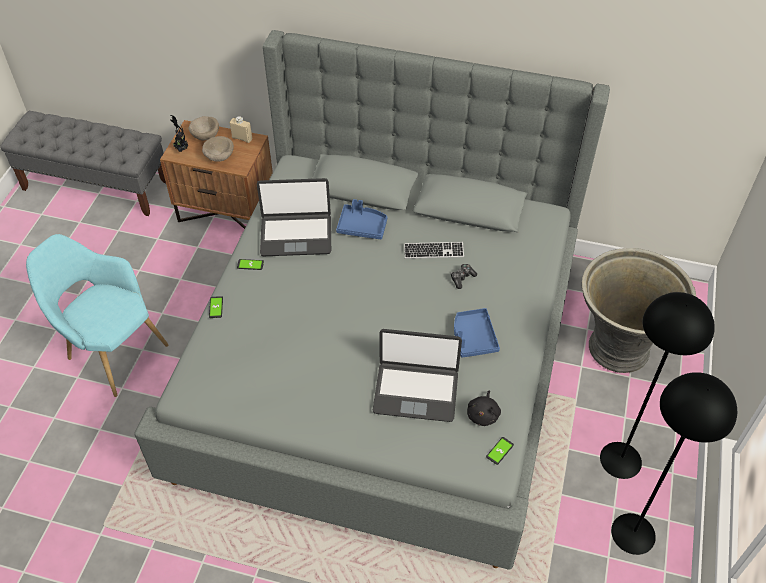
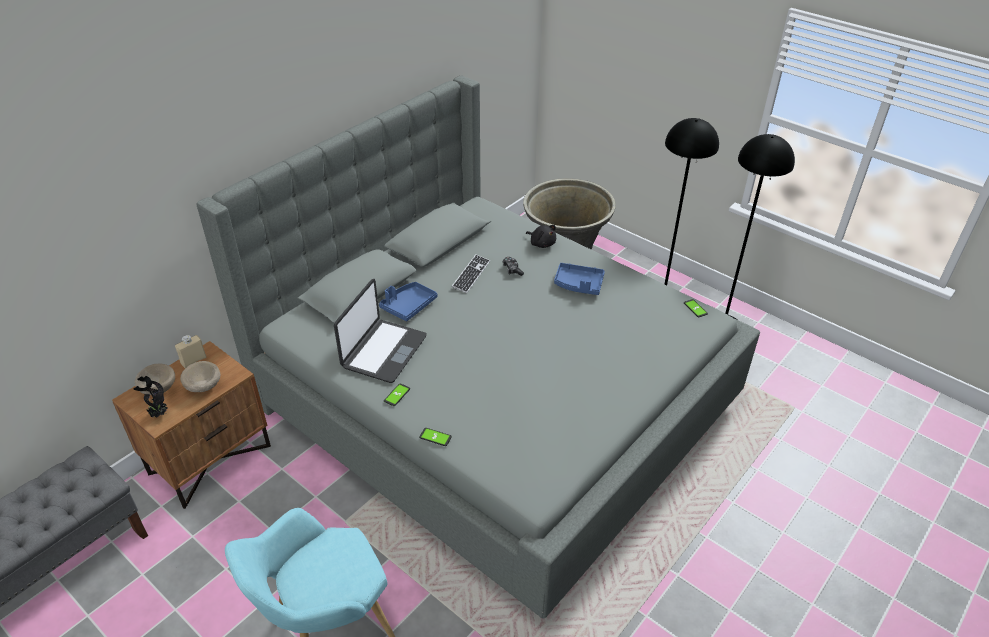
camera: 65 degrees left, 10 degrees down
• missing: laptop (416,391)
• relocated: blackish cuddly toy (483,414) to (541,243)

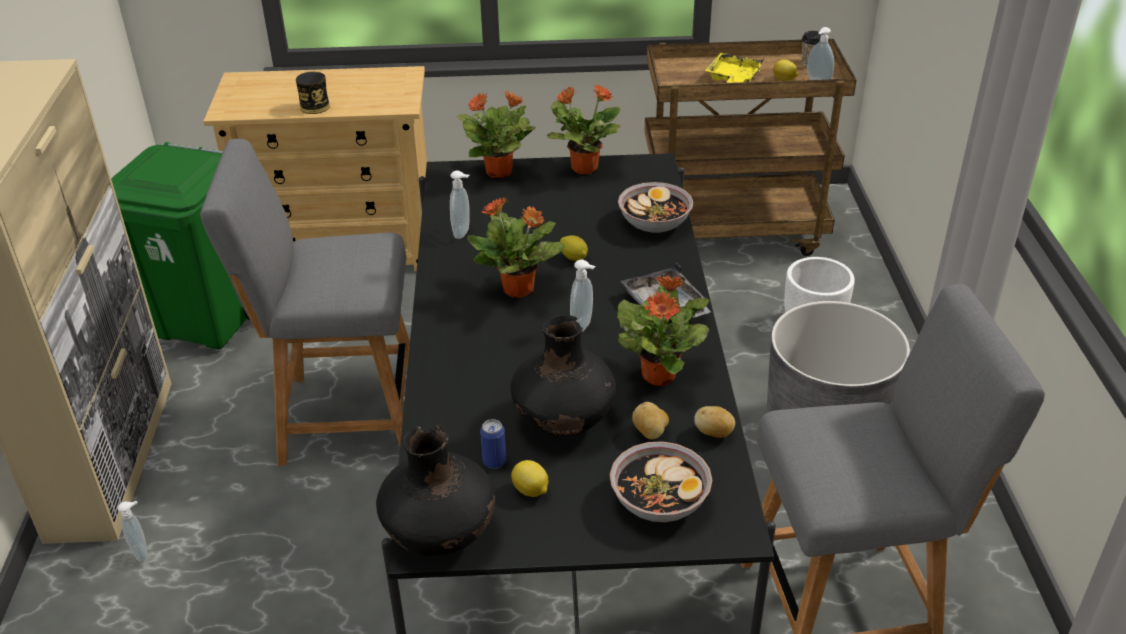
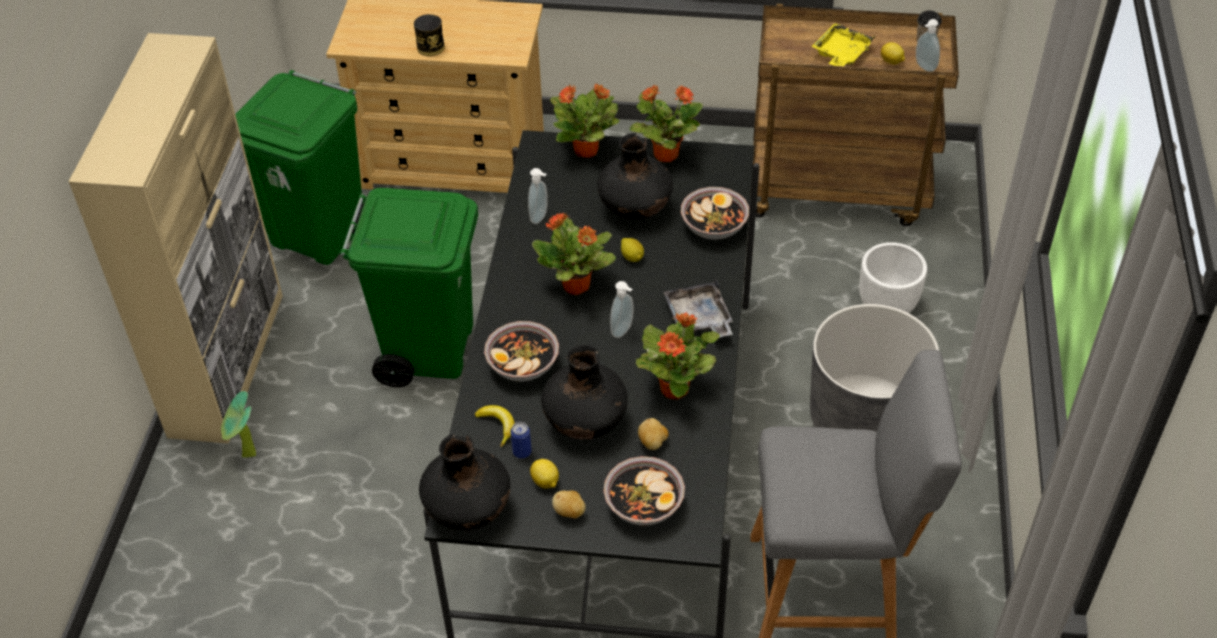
camera: 10 degrees right, 10 degrees up
• exchanged: liquid soap bottle (142,552) to plant in a pot (248,457)
• exchanged: grey chair (342,417) to green-coloured trash can (429,349)
• relocated: potato (713,433) to (569,512)
• appeared: banana (498,426)
• appeared: bowl (523,365)
• appeared: blackish decorative vase (635,208)

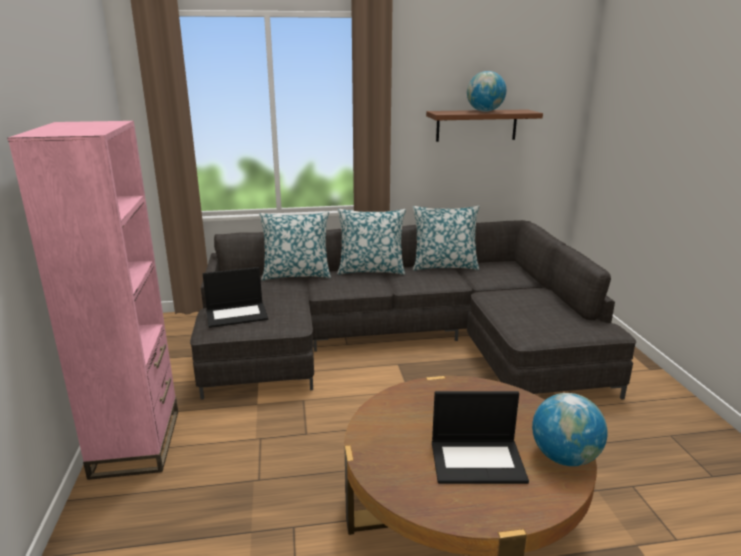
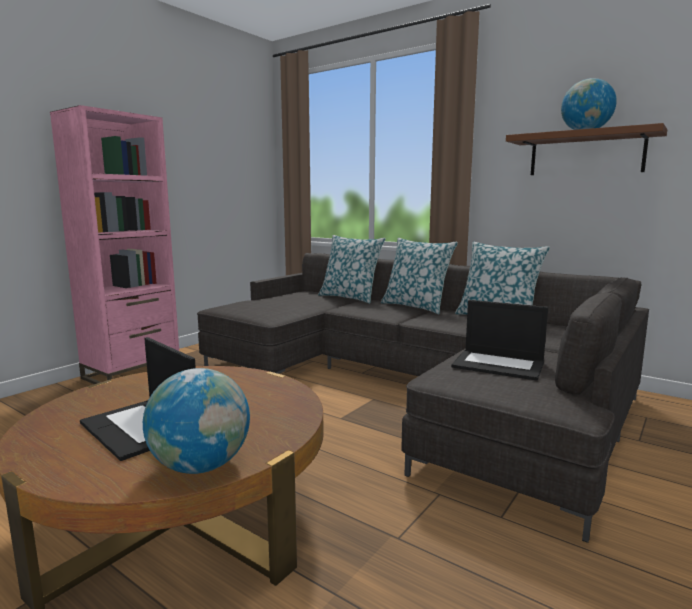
camera: 45 degrees right, 10 degrees down
• relocated: laptop (237,314) to (499,364)

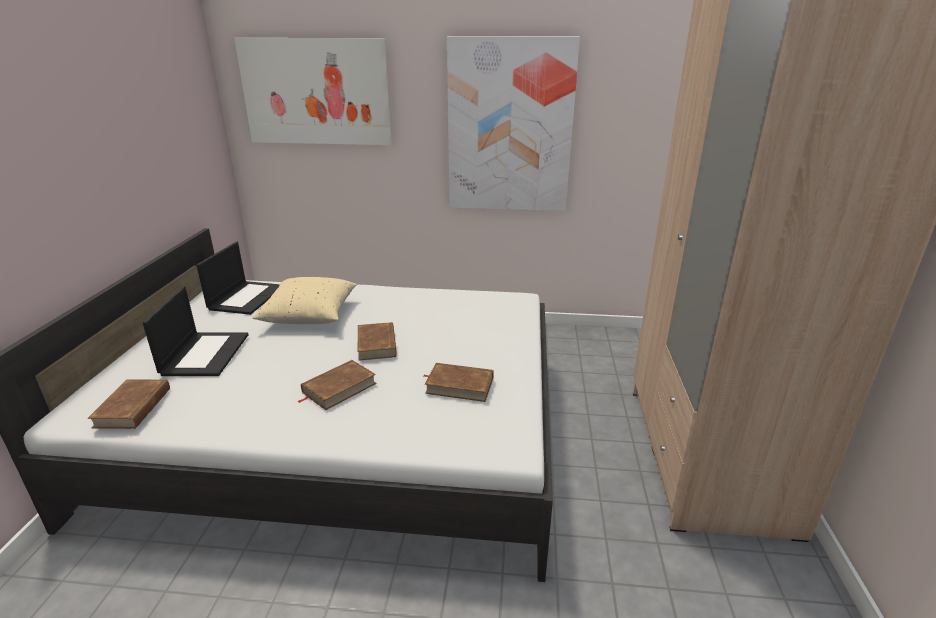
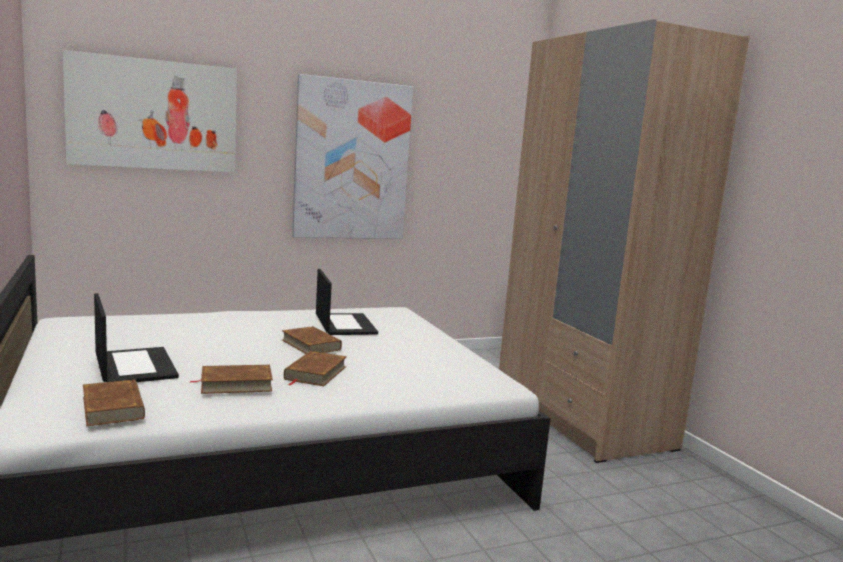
camera: 30 degrees left, 15 degrees down
• relocated: laptop (246,297) to (344,324)
• missing: sand-coloured throw pillow (310,316)
• relocated: brownish bound book (459,385) to (236,384)

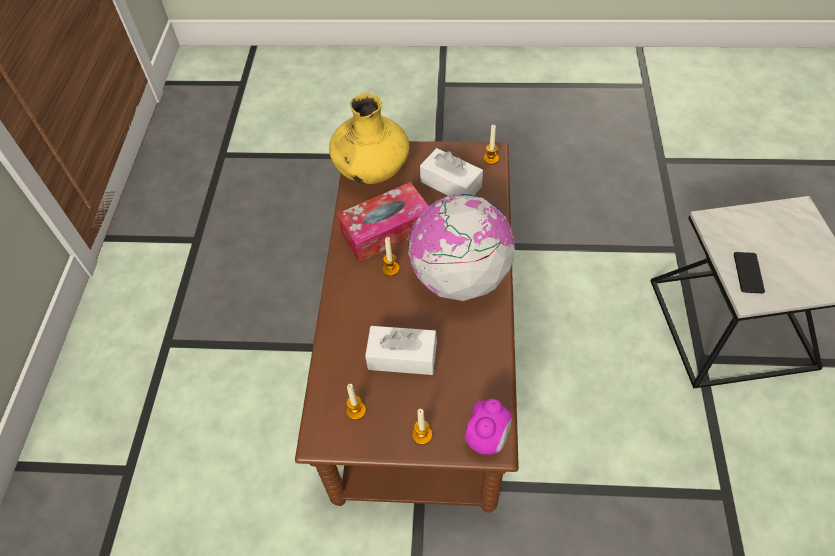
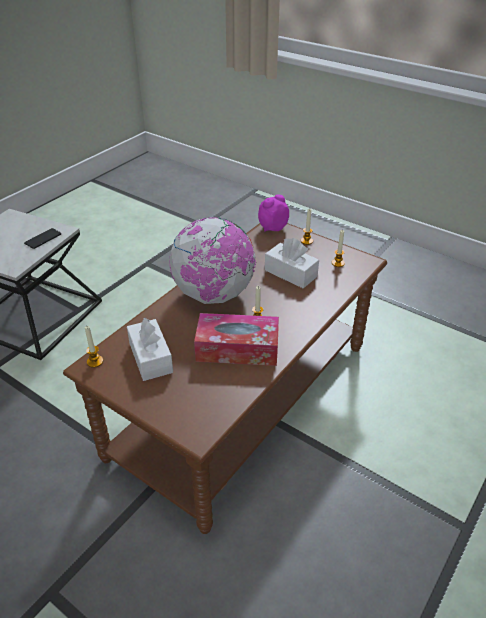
camera: 150 degrees left, 15 degrees down
• missing: yellow decorative vase (371,171)

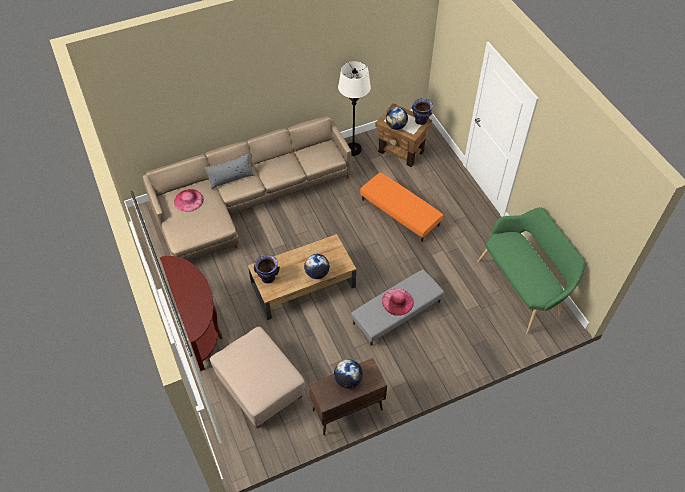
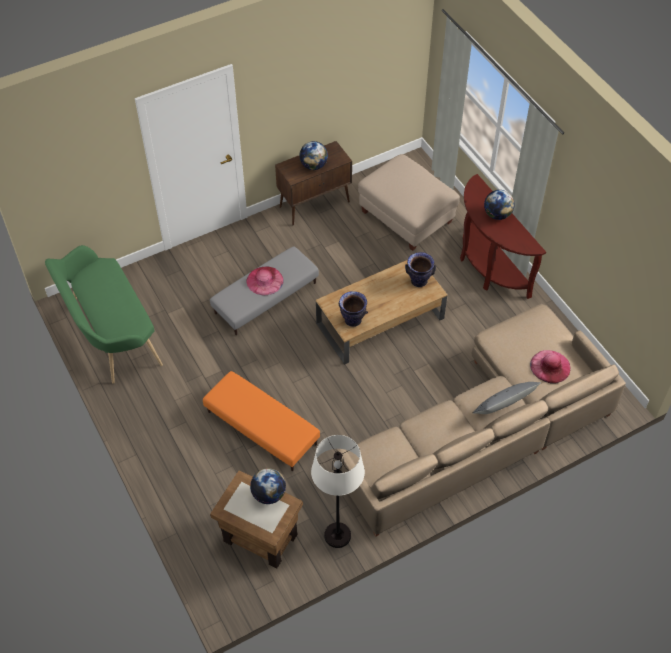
camera: 175 degrees right, 0 degrees up
• relocated: world globe (317,273) to (497,215)
• relocated: decorative vase (420,121) to (353,320)

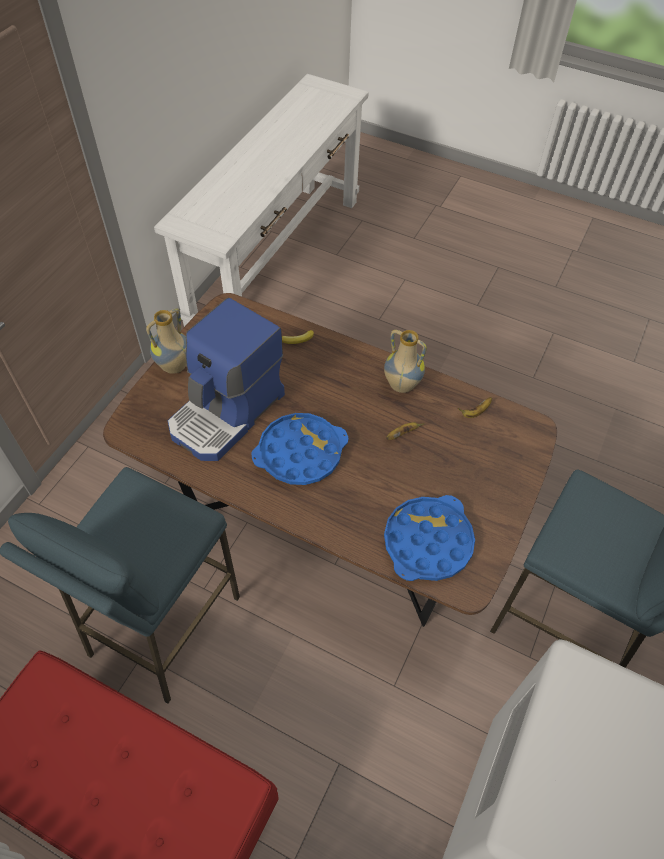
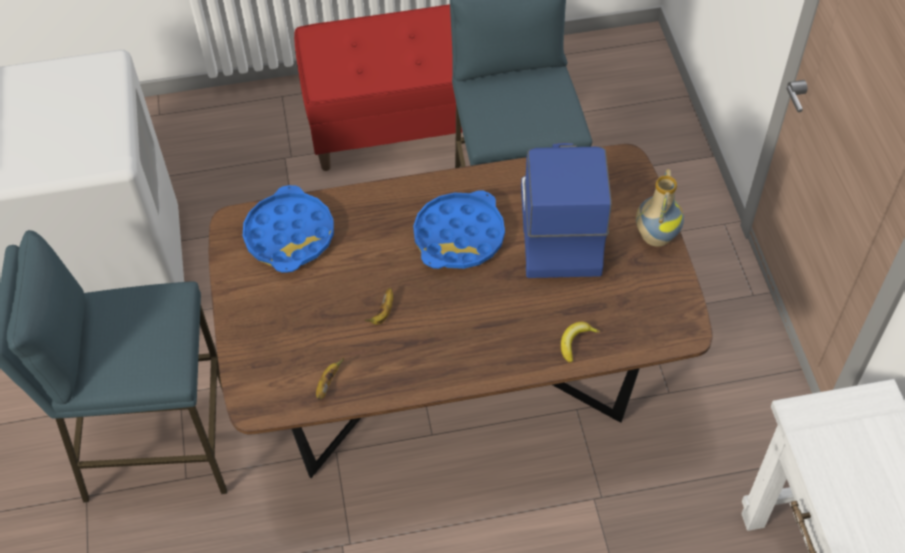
camera: 145 degrees right, 0 degrees up
• missing: decorative vase (401,385)

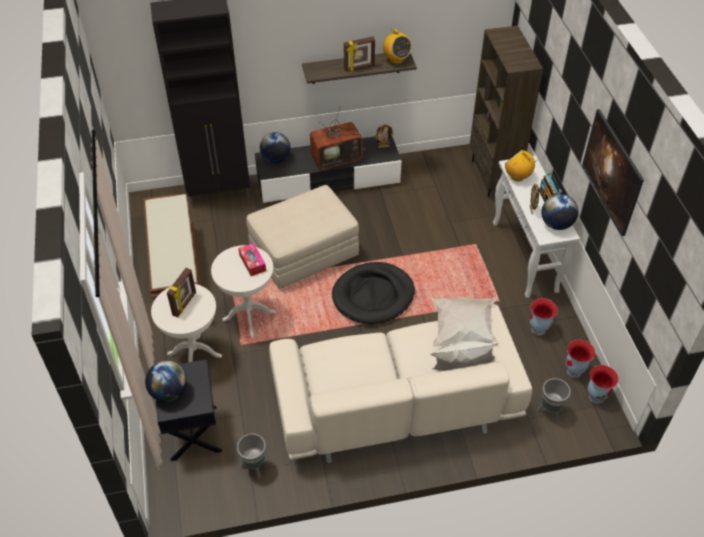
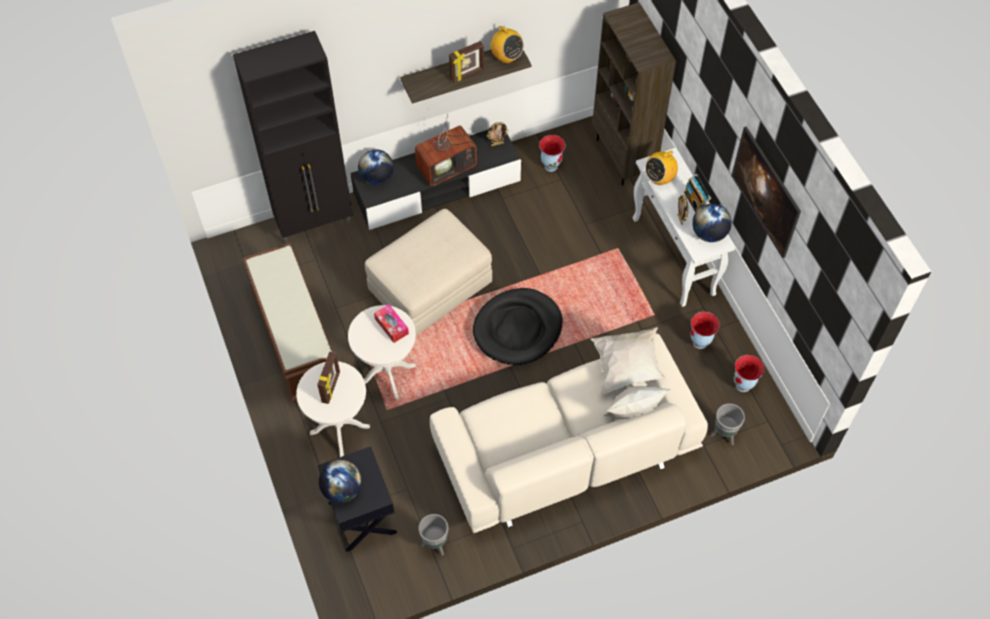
camera: 10 degrees left, 10 degrees up
• spun: radio (517,176) = (659,178) 75 degrees counterclockwise
• relocated: decorative vase (596,397) to (551,165)

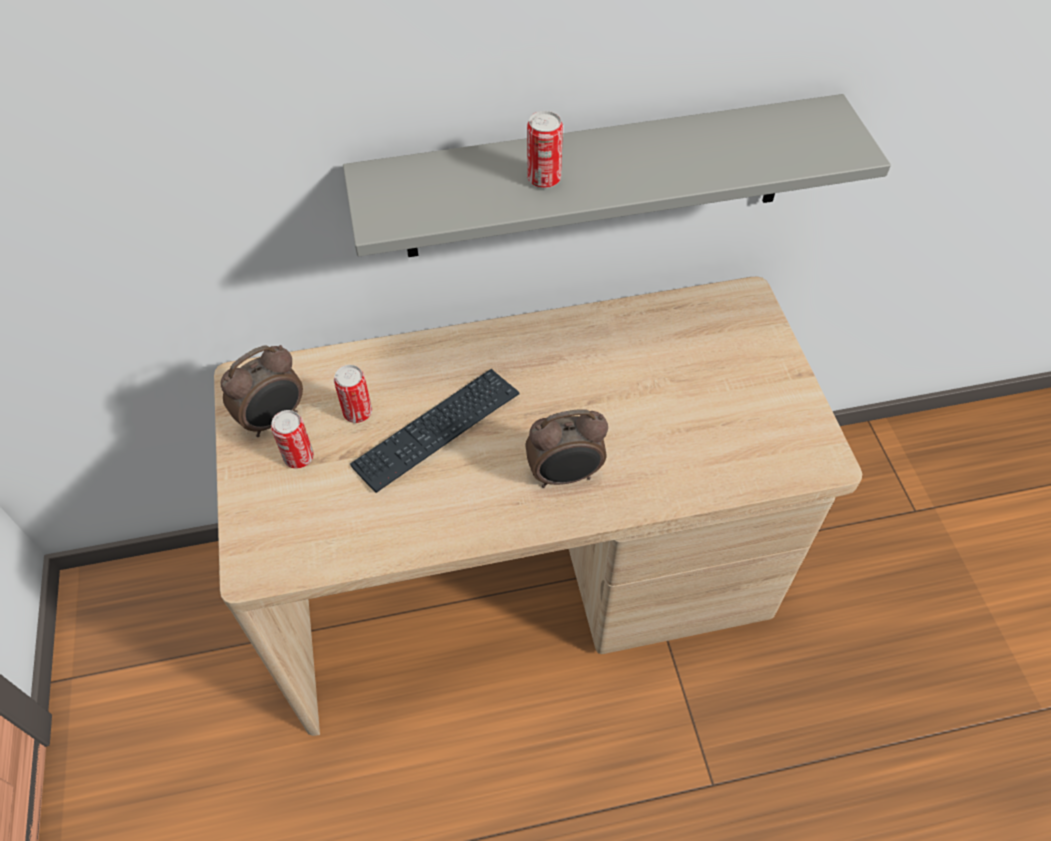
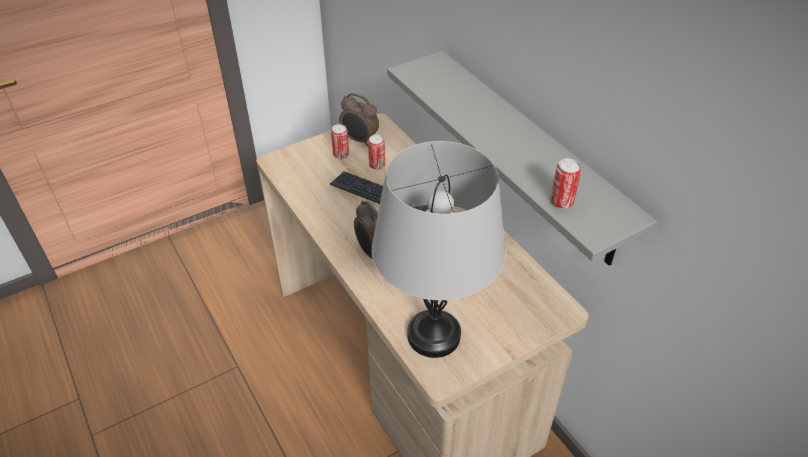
camera: 70 degrees right, 10 degrees down
• relocated: can (544,179) to (561,202)
• appeared: grey tabletop lamp (433,335)

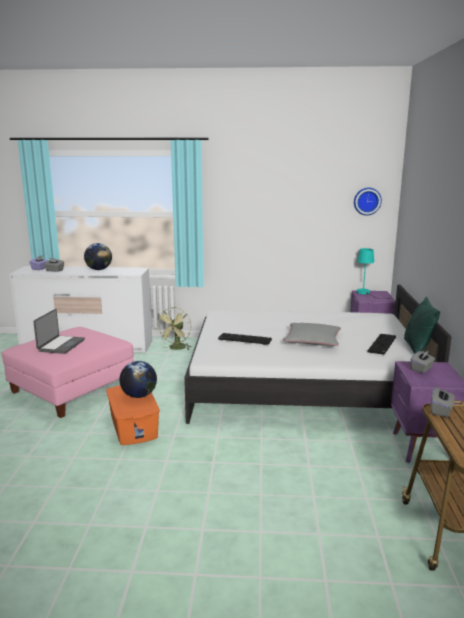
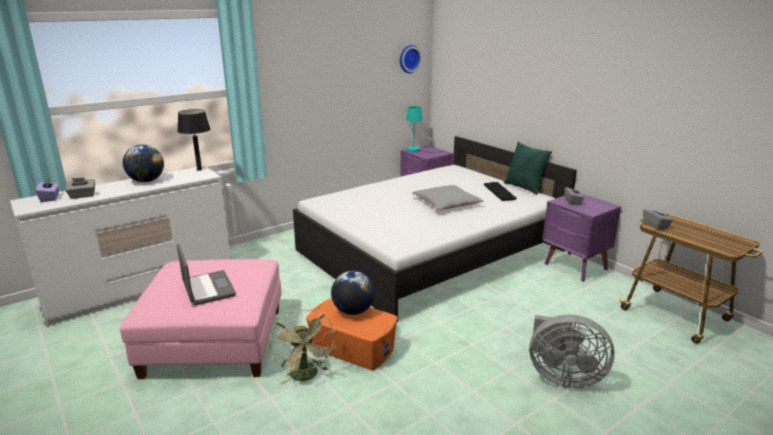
camera: 40 degrees left, 5 degrees up
• relocated: green-coloured fan (176,348) to (306,376)
• missing: PC keyboard (244,340)
• appeared: blackish tabletop lamp (199,170)
• appeared: grey fan (562,377)

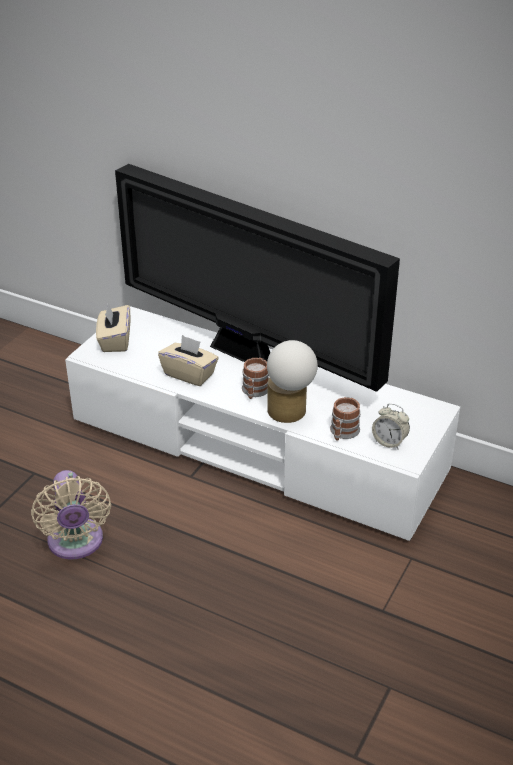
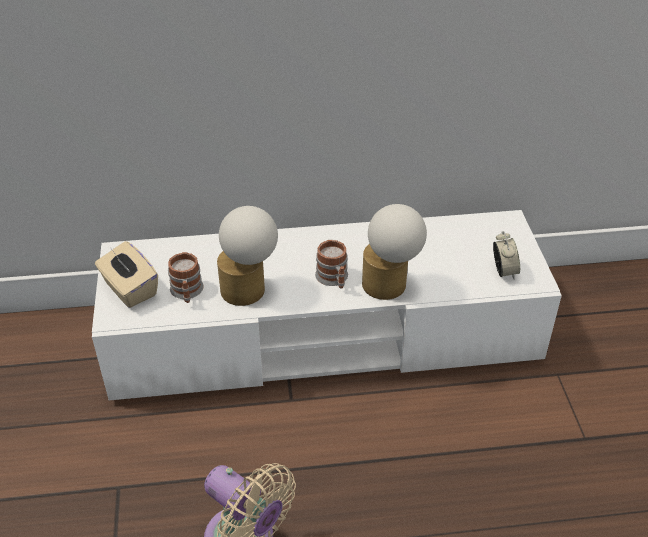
camera: 35 degrees left, 5 degrees up
• missing: TV set (246,356)
• exchanged: sand-coloured tissue holder (189,374) to tabletop lamp (249,290)
• relocated: coffee mug (343,433) to (187,292)
• spun: table clock (389,442) = (503,271) 90 degrees counterclockwise

